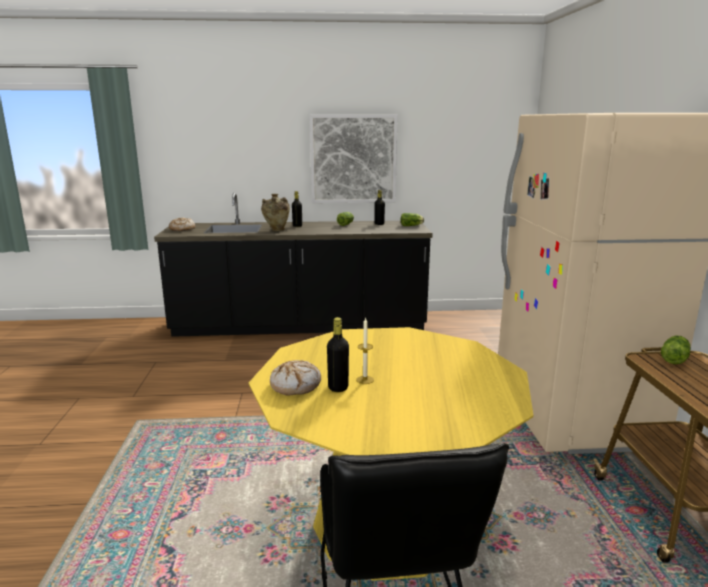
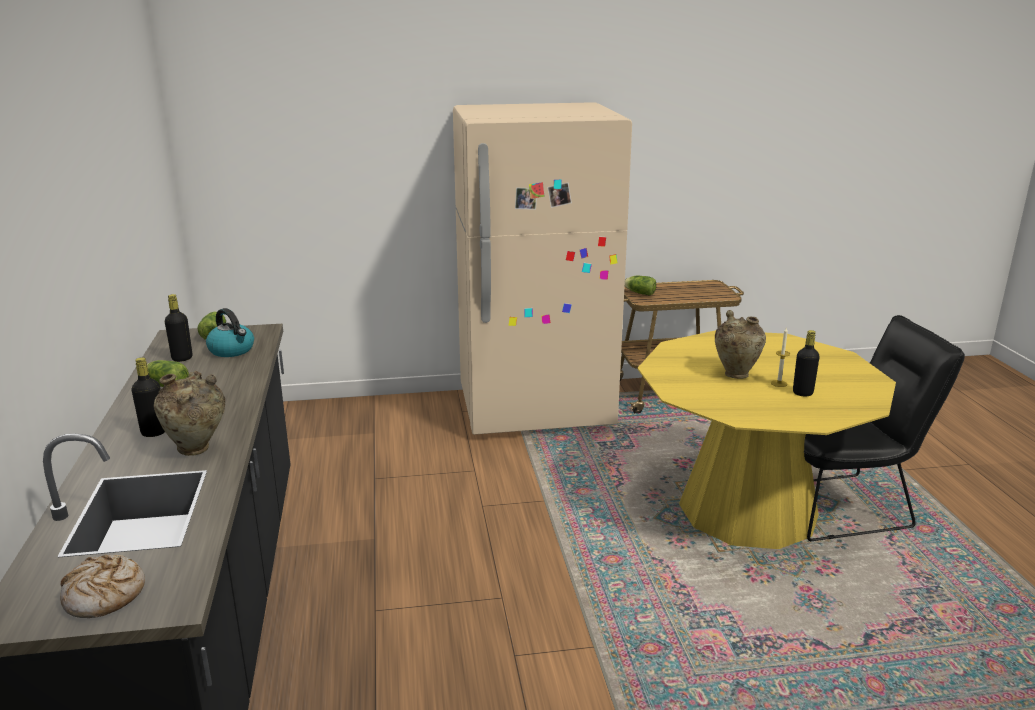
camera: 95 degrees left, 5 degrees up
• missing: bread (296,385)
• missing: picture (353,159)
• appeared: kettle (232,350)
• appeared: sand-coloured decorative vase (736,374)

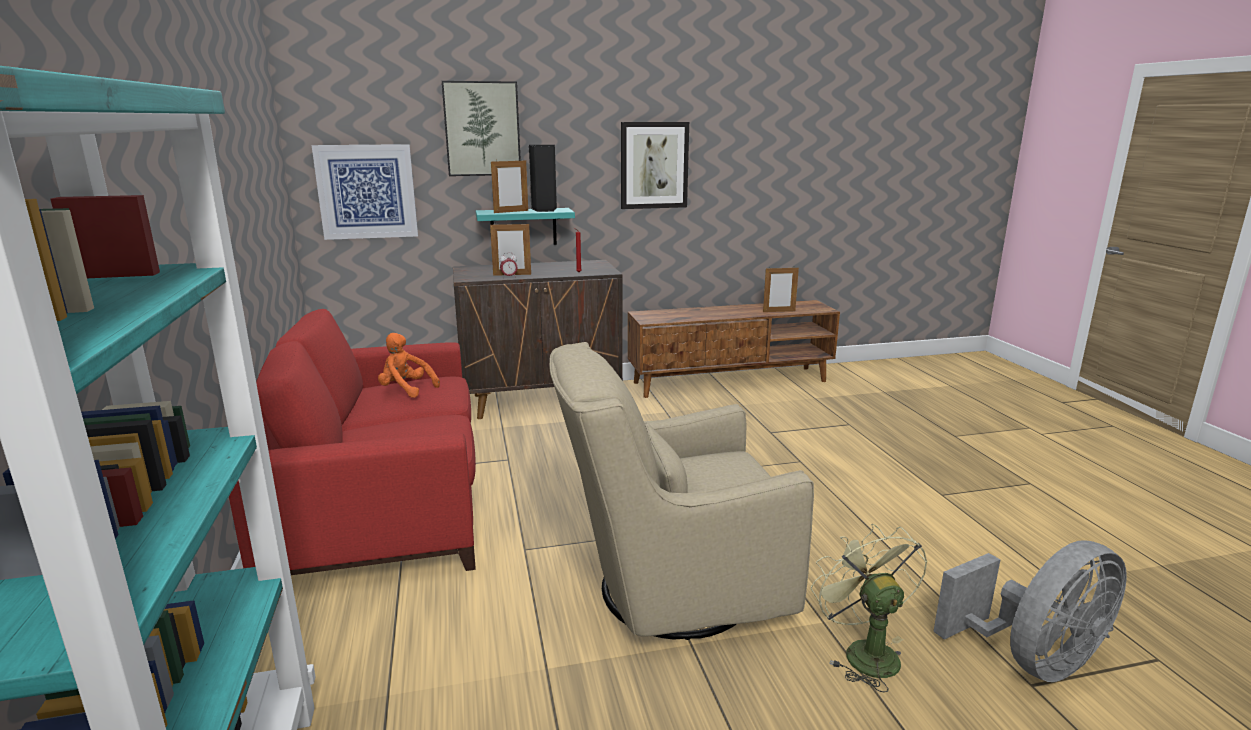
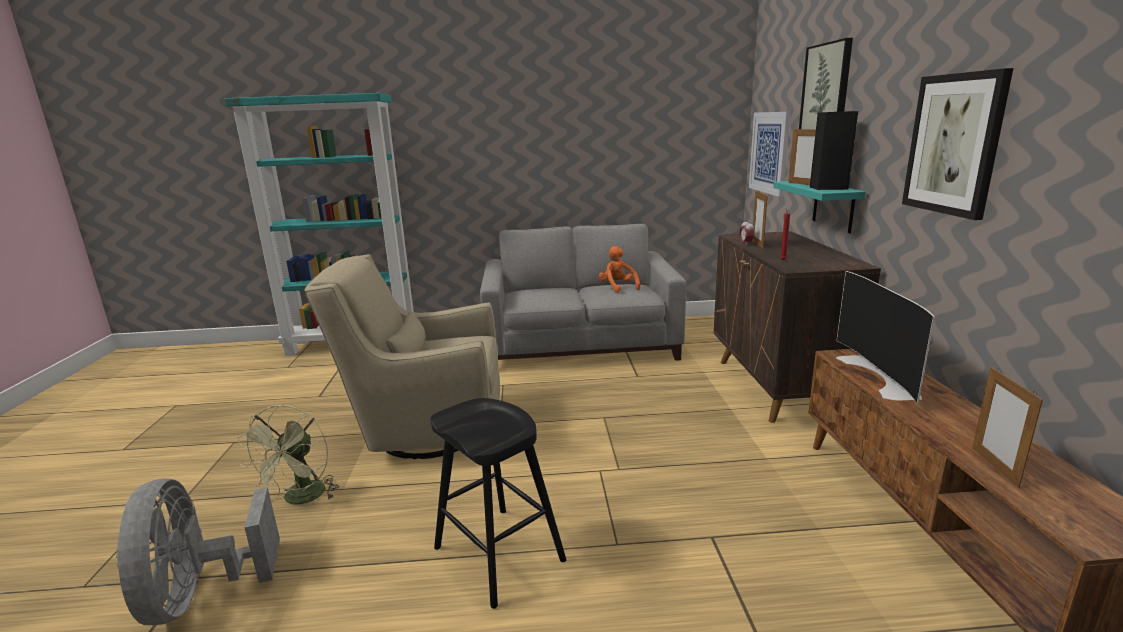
camera: 100 degrees right, 0 degrees up
• colour: red couch (383,501) to grey couch (580,344)
• spun: orange cuddly toy (406,389) = (617,287) 60 degrees counterclockwise
• spun: sand-coloured lounge chair (669,590) = (426,430) 90 degrees counterclockwise
• spun: green-coloured fan (863,651) = (301,499) 105 degrees clockwise
• appeared: blackish stool seat (498,554)
• appeared: TV set (881,376)

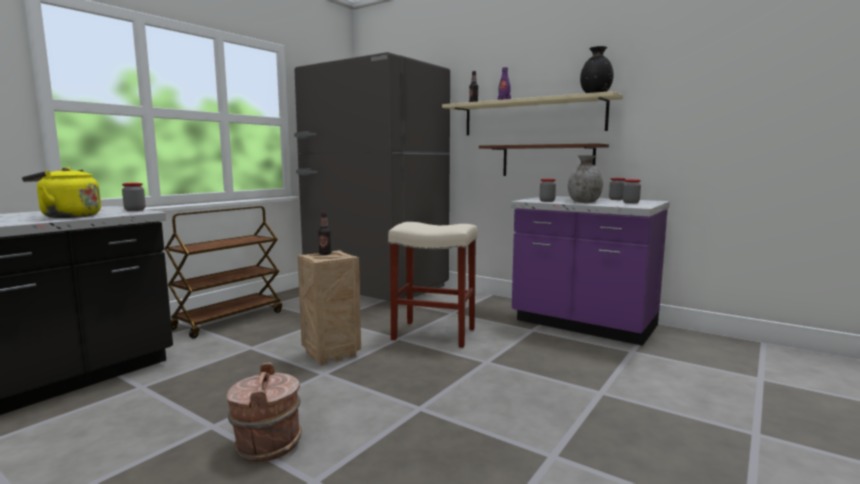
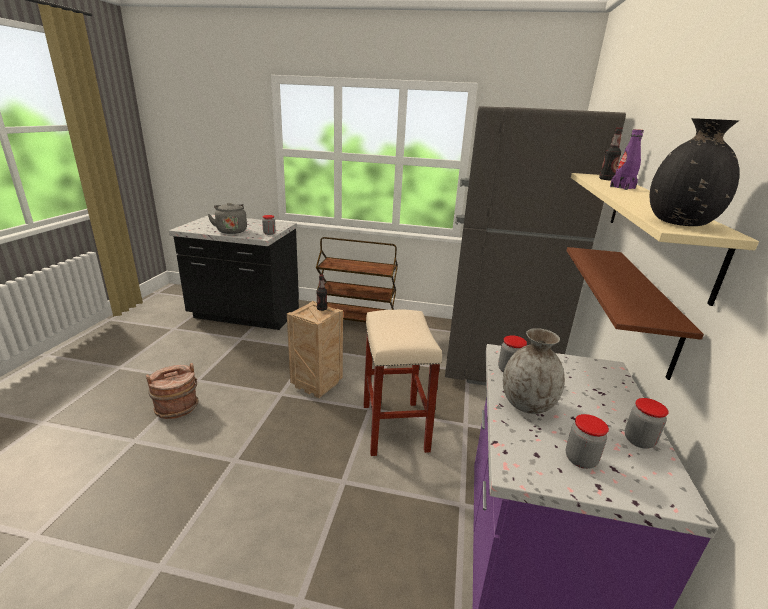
camera: 65 degrees right, 15 degrees up
• colour: yellow kettle (67,216) to grey kettle (231,231)

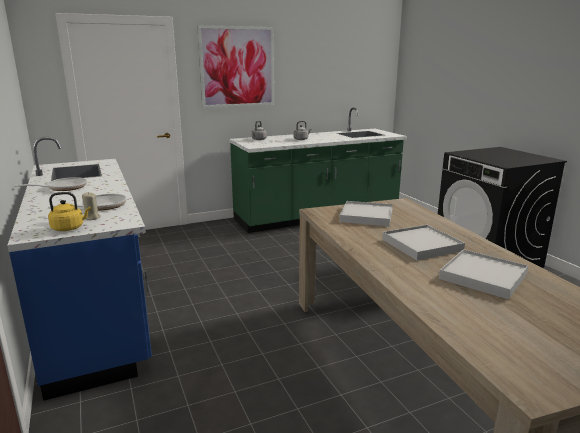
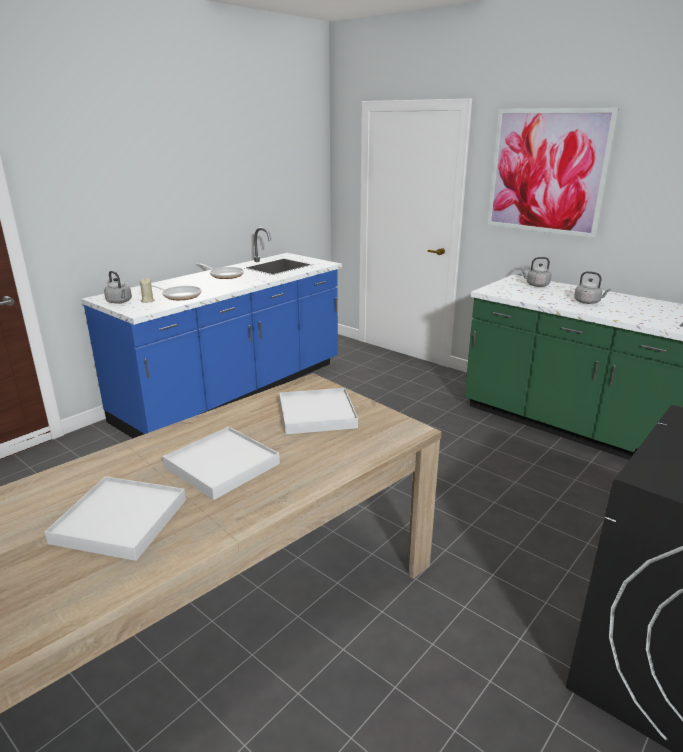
camera: 65 degrees right, 5 degrees up
• colour: yellow kettle (69,228) to grey kettle (120,302)

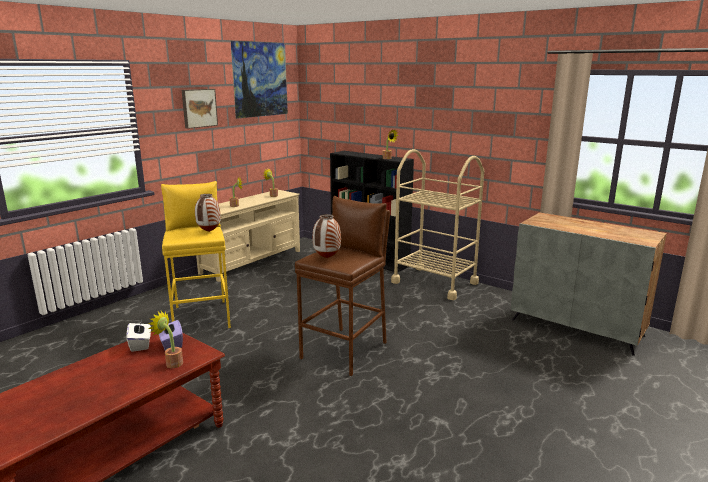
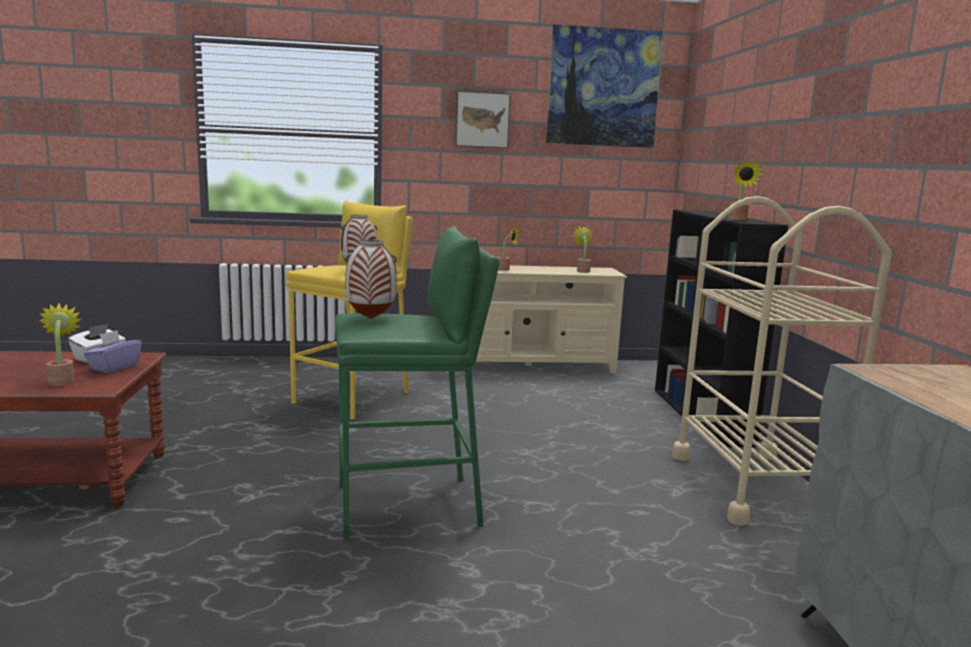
camera: 45 degrees right, 5 degrees down
• colour: brownish stool seat (345,350) to green-coloured stool seat (409,505)

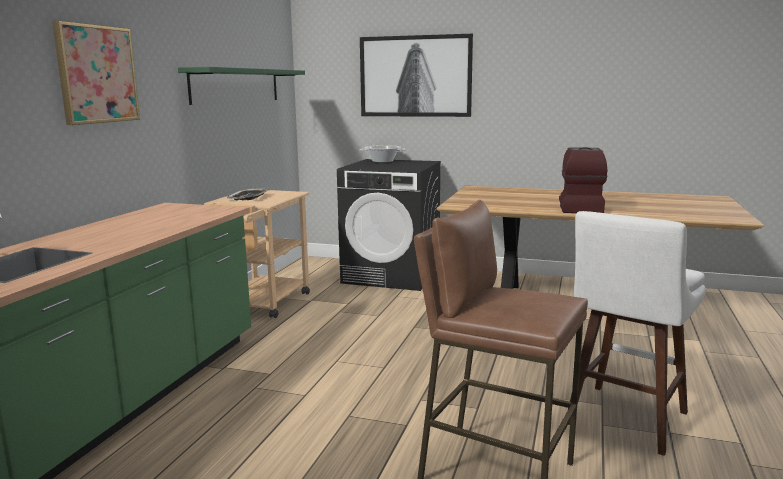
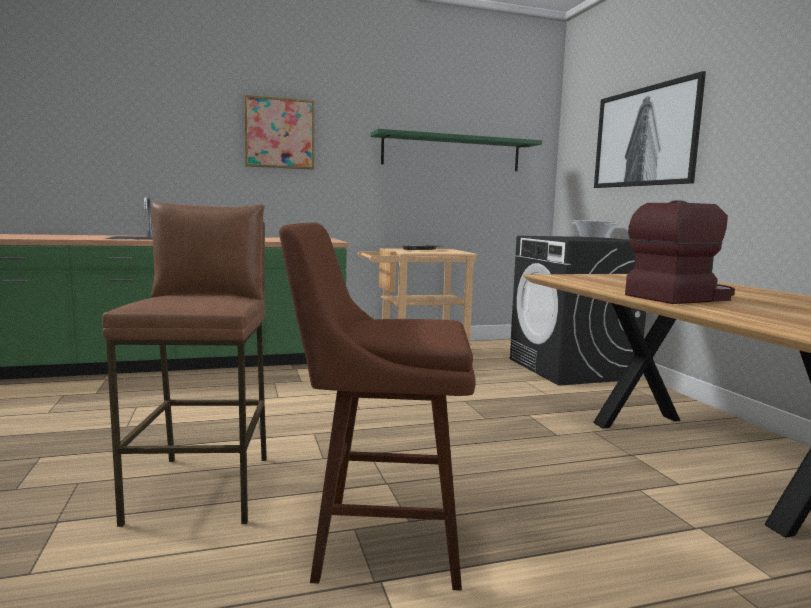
camera: 55 degrees right, 5 degrees down
• colour: white-coloured stool seat (624,421) to brownish stool seat (377,542)

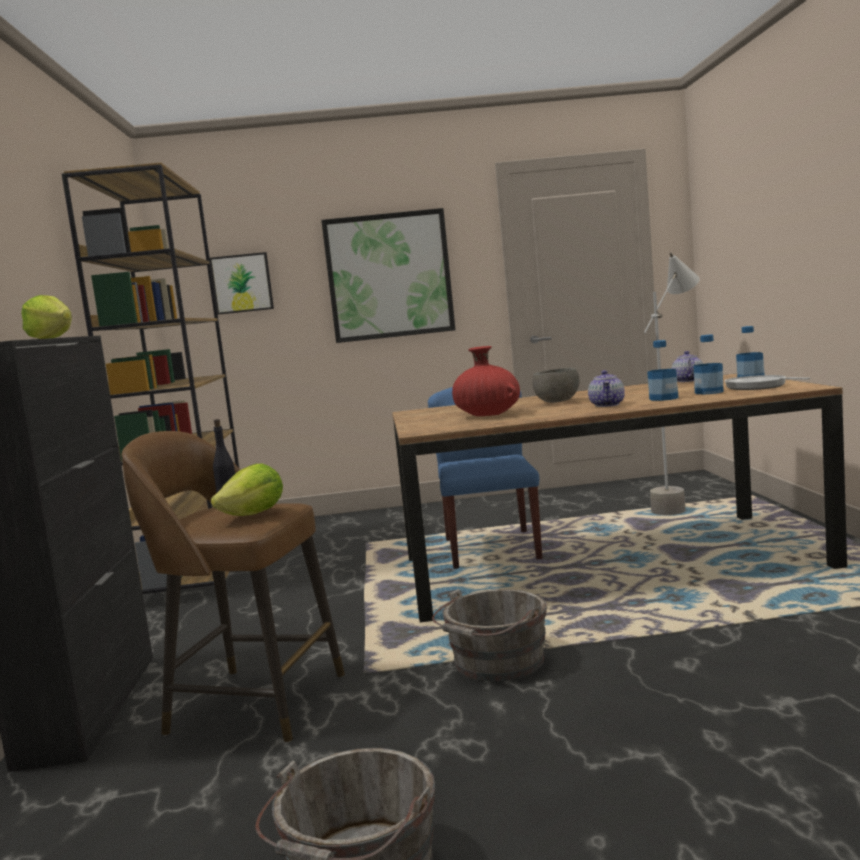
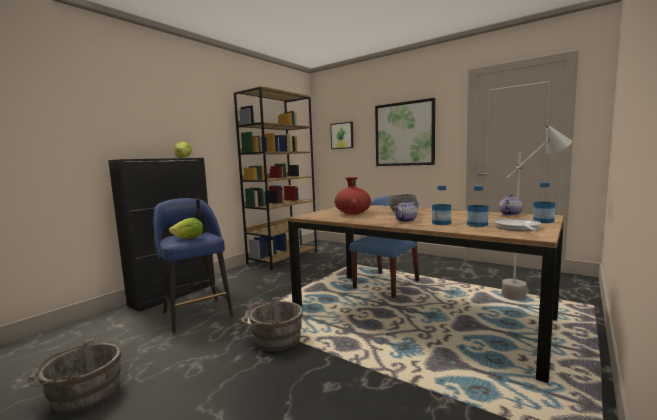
camera: 40 degrees right, 0 degrees up
• colour: brownish stool seat (252,703) to bluish stool seat (197,314)

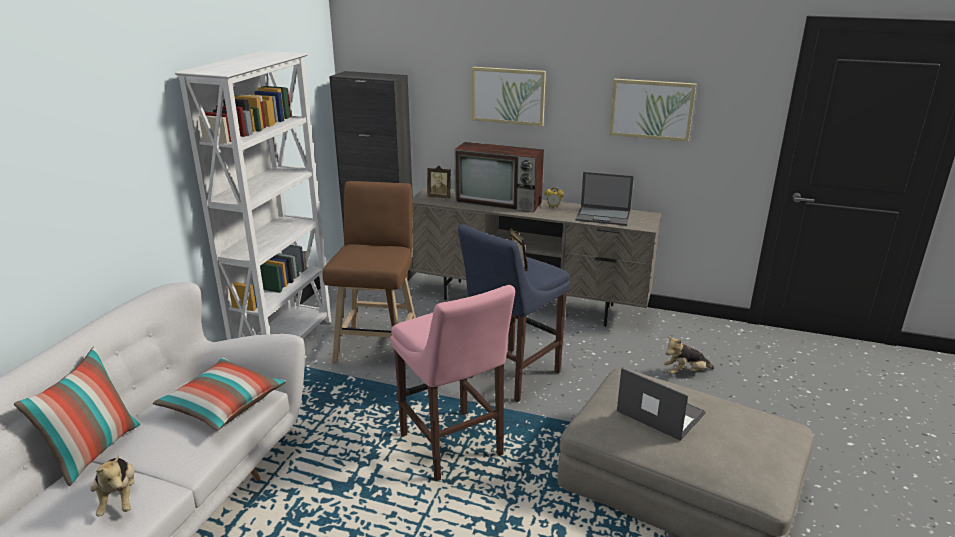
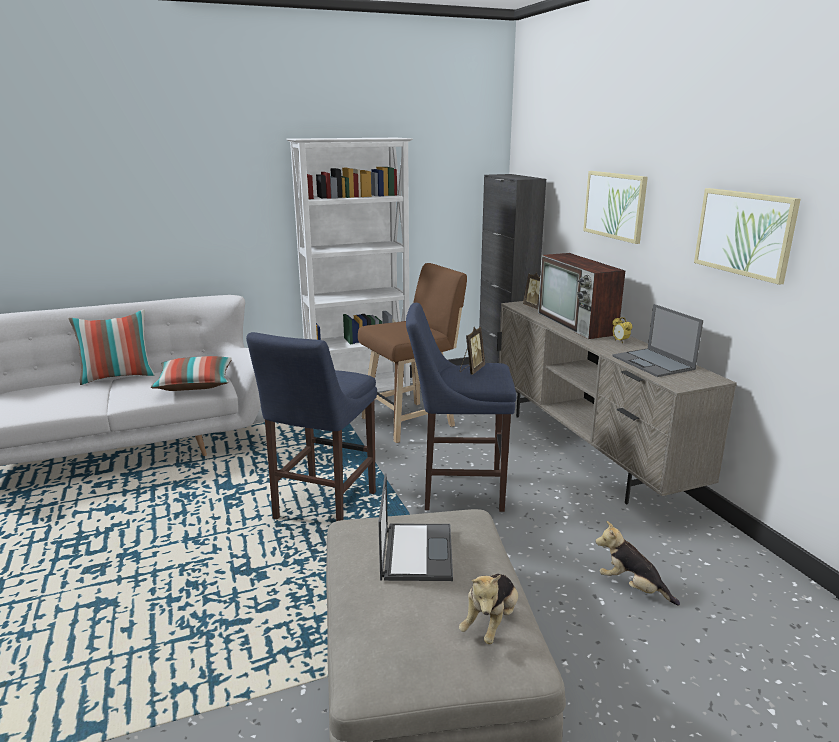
camera: 50 degrees right, 5 degrees down
• relocated: cuddly toy (119,499) to (490,622)
• colour: pink-coloured stool seat (453,448) to bluish stool seat (322,508)

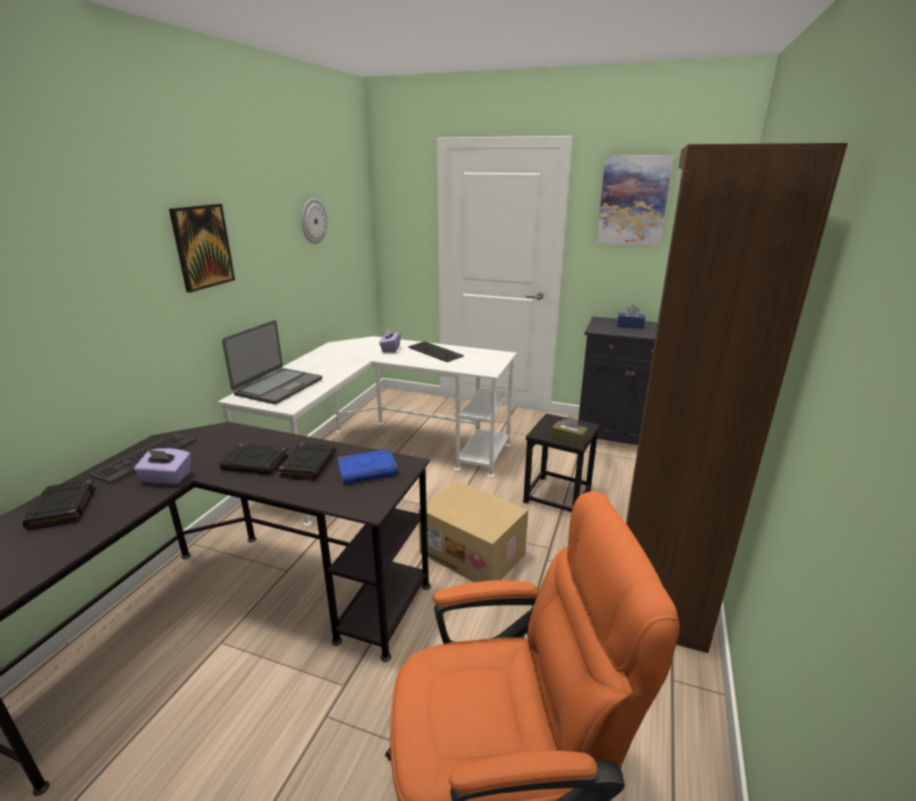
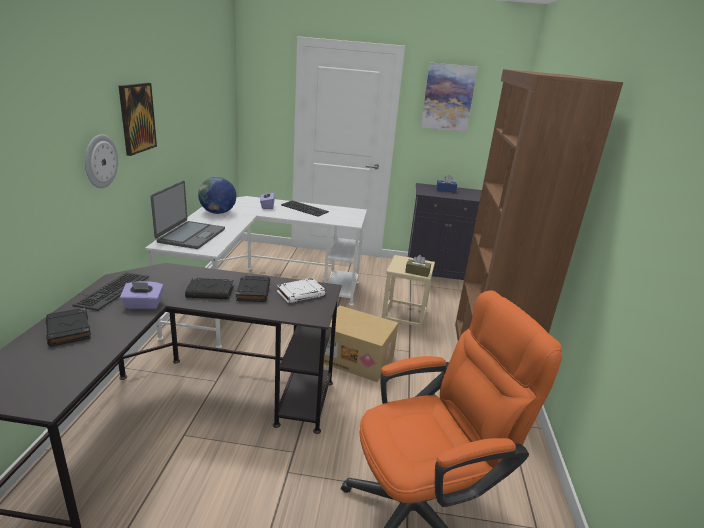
camera: 15 degrees left, 0 degrees up
• relocated: wall clock (313,221) to (100,161)
• colour: bluish bound book (368,470) to white-coloured bound book (301,293)
• colour: blackish stool seat (558,496) to sand-coloured stool seat (404,316)
• appeared: world globe (218,212)

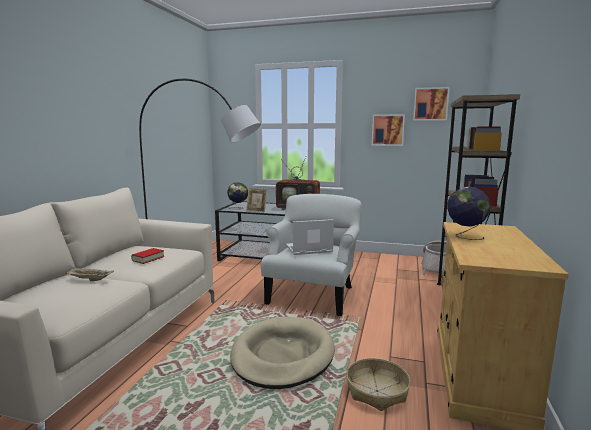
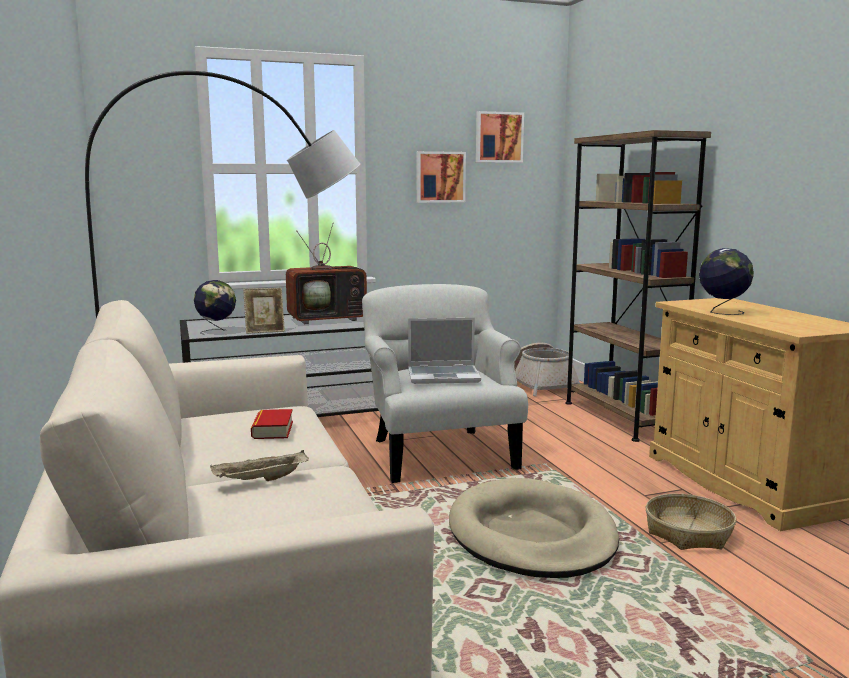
camera: 35 degrees left, 0 degrees up
• spun: laptop (308,249) = (444,376) 135 degrees counterclockwise

